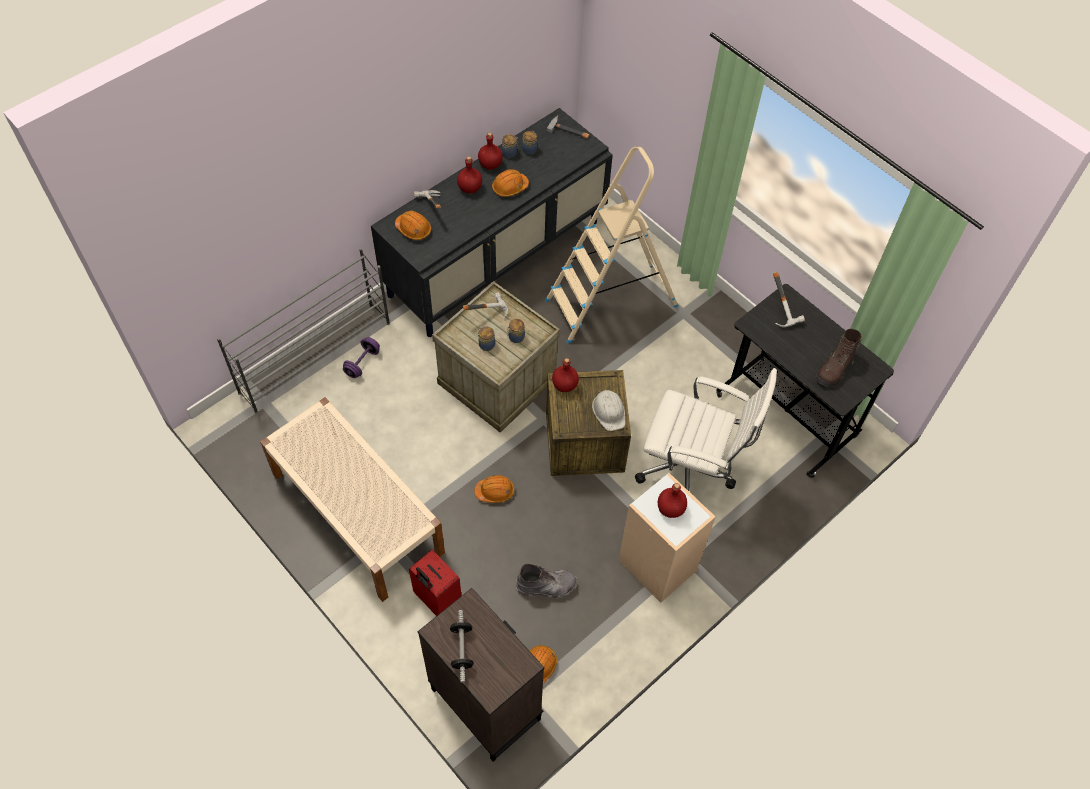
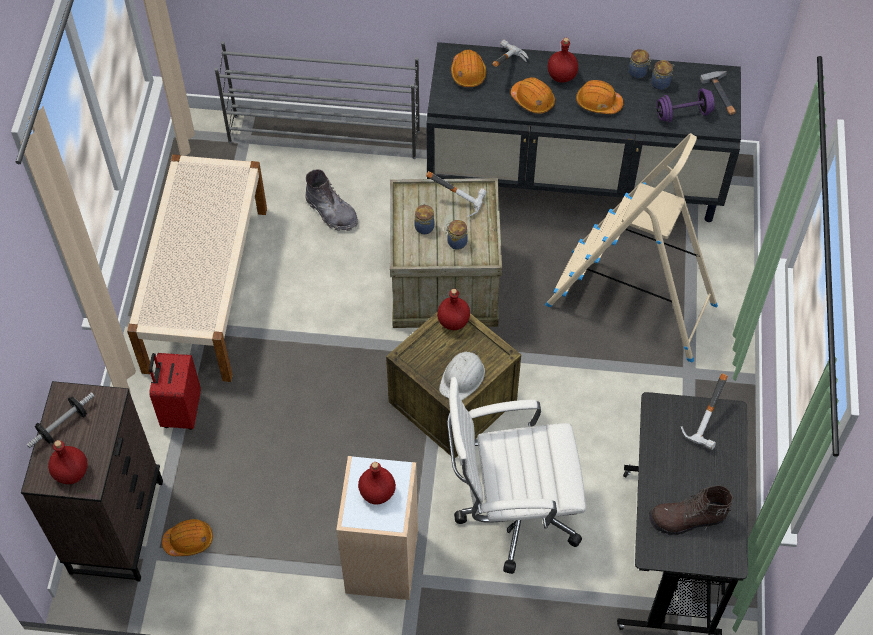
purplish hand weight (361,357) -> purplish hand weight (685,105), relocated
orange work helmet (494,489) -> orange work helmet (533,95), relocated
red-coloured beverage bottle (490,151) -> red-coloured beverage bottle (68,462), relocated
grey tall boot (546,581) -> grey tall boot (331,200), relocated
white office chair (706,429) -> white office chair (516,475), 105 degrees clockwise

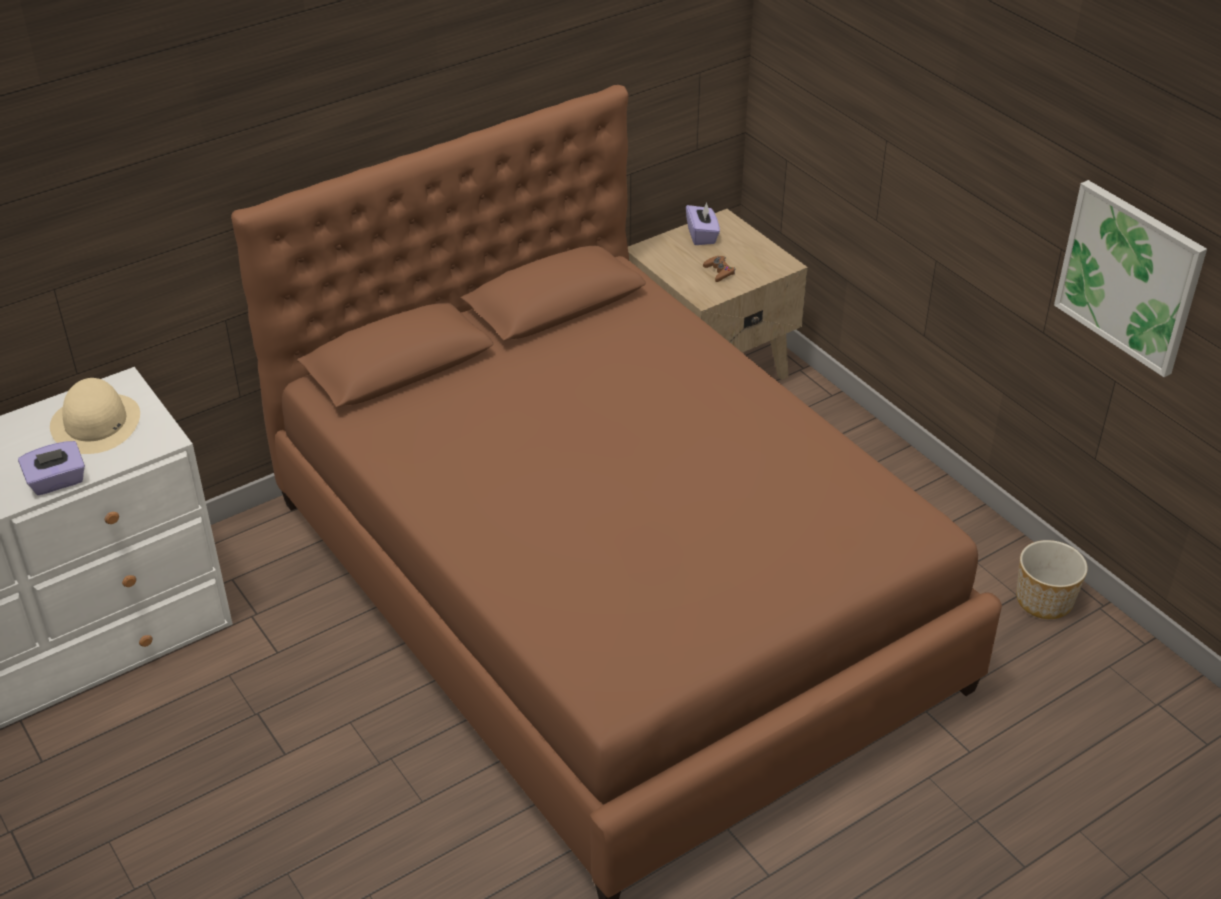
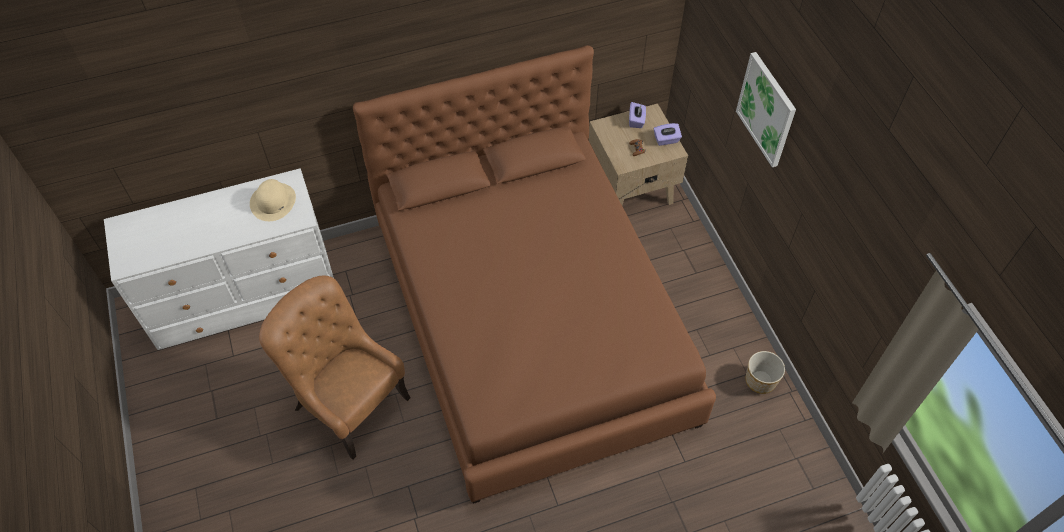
purplish box of tissues (51,468) -> purplish box of tissues (668,134), relocated
wall picture (1130,278) -> wall picture (766,109), relocated
none -> brown-coloured chair (334,368)

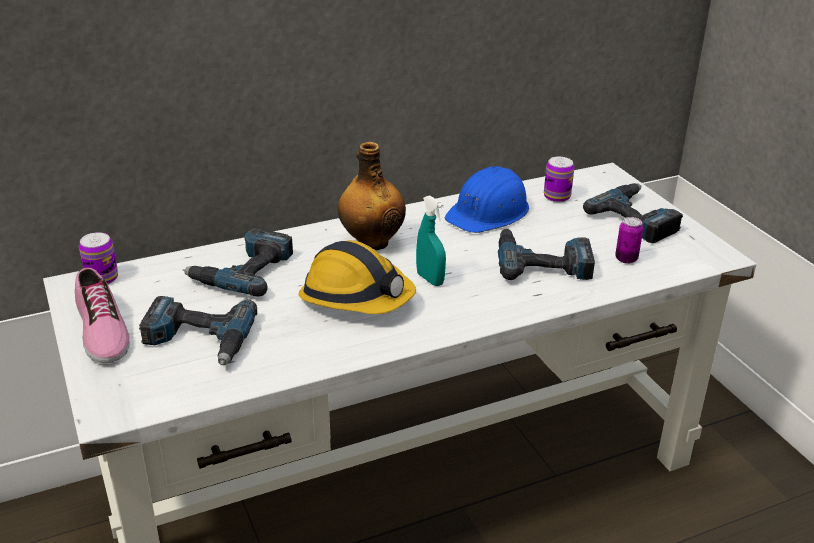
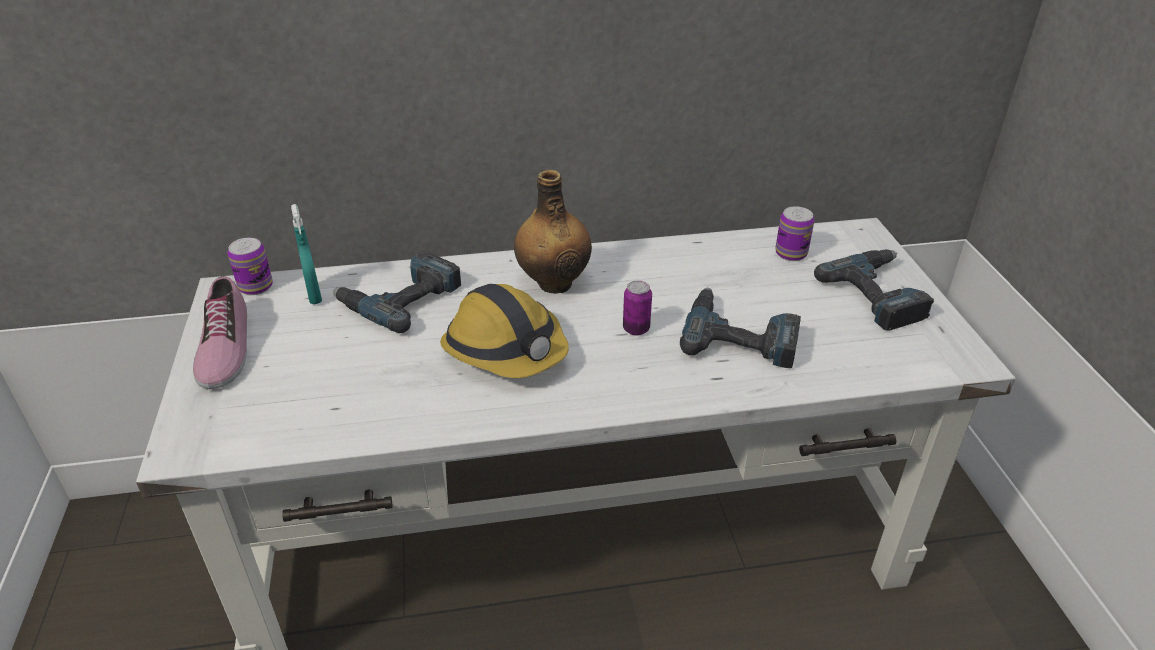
power drill (198,330) -> none
turquoise spray bottle (431,240) -> turquoise spray bottle (306,254), relocated
blue work helmet (487,199) -> none
metal can (629,240) -> metal can (637,308), relocated

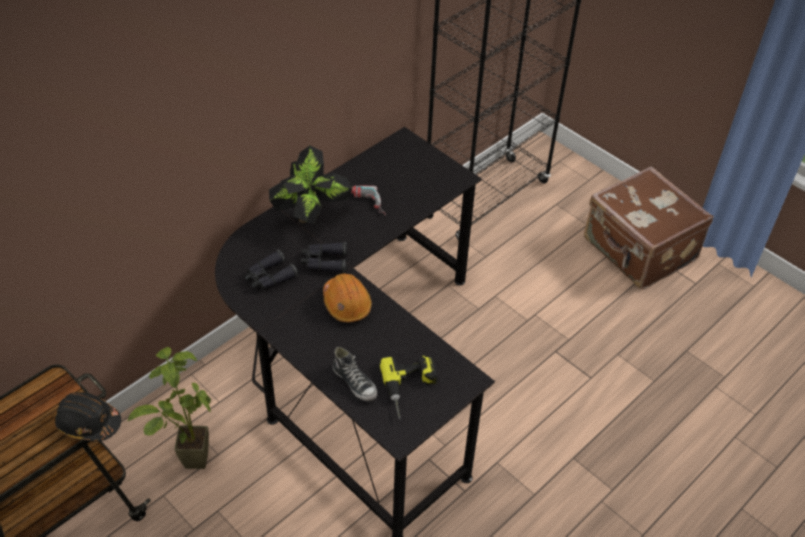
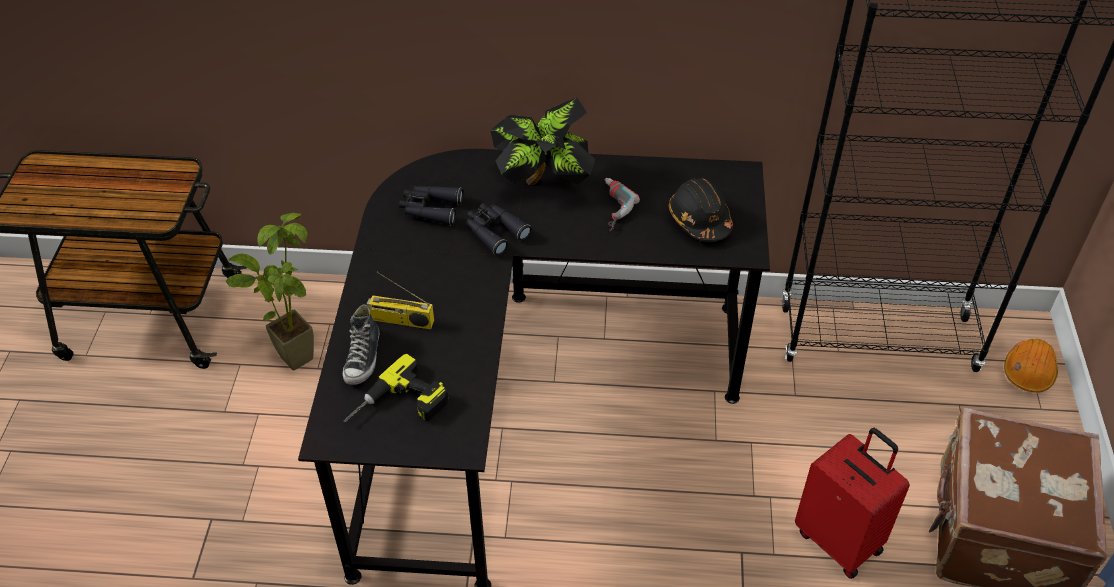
black-coloured work helmet (87,417) -> black-coloured work helmet (701,210), relocated
orange work helmet (347,297) -> orange work helmet (1031,366), relocated
none -> radio (400,300)
none -> red-coloured travel case (852,503)

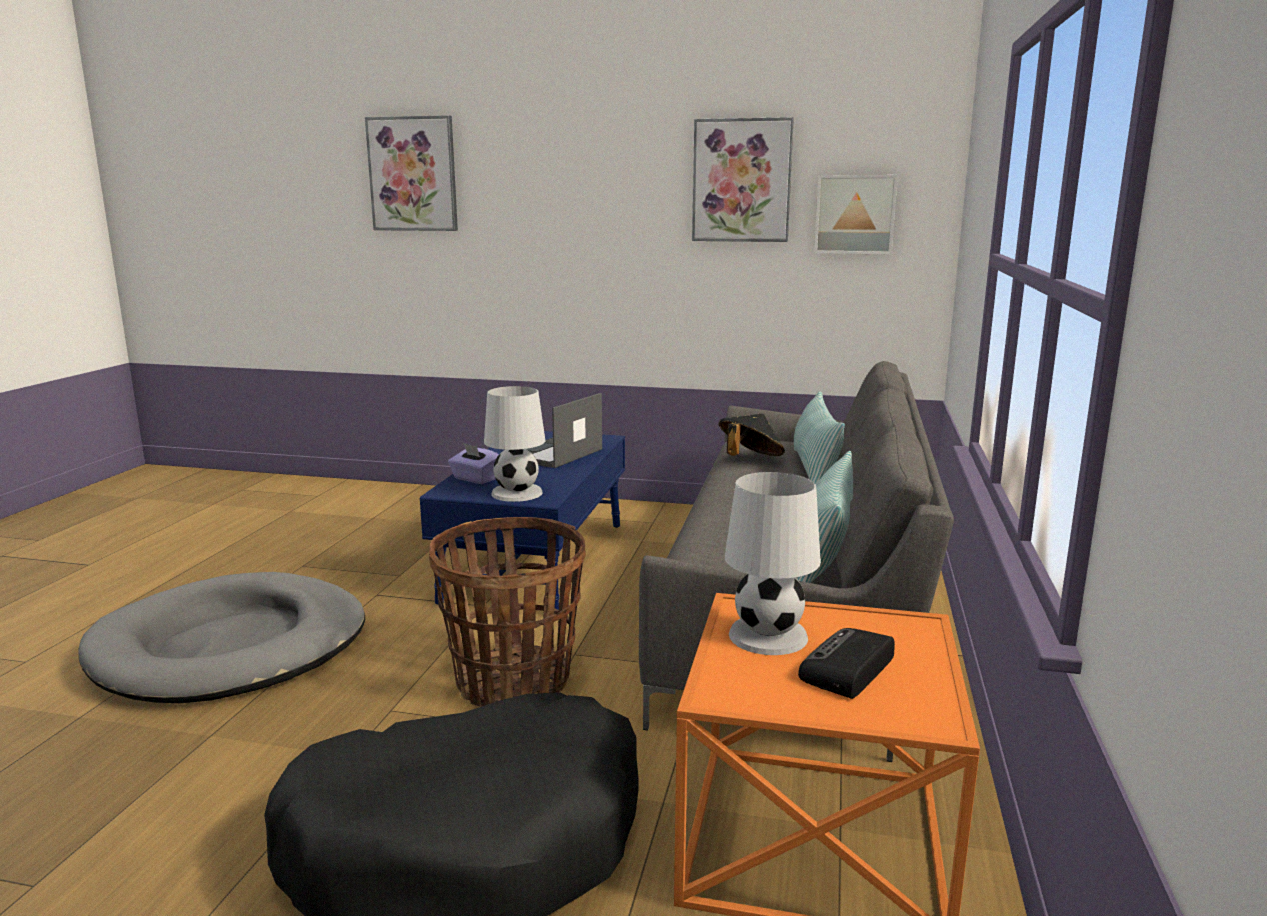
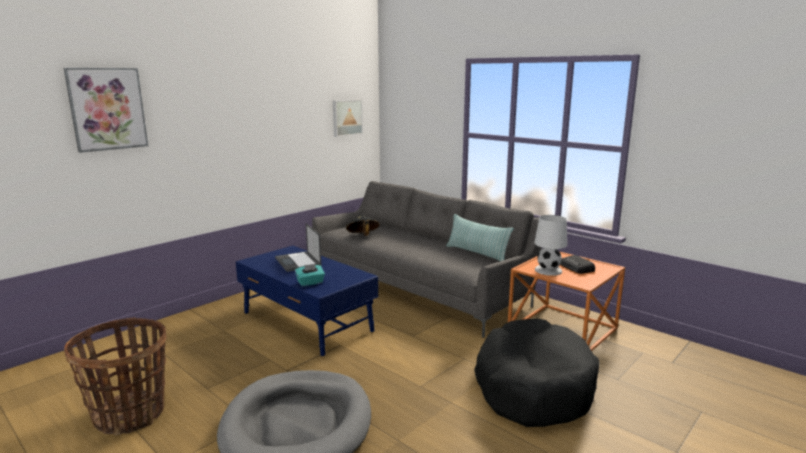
basket (507,612) -> basket (115,376), relocated
purplish box of tissues (473,463) -> turquoise box of tissues (310,275)
white table lamp (514,444) -> none
wall picture (743,179) -> none
pillow (819,437) -> none

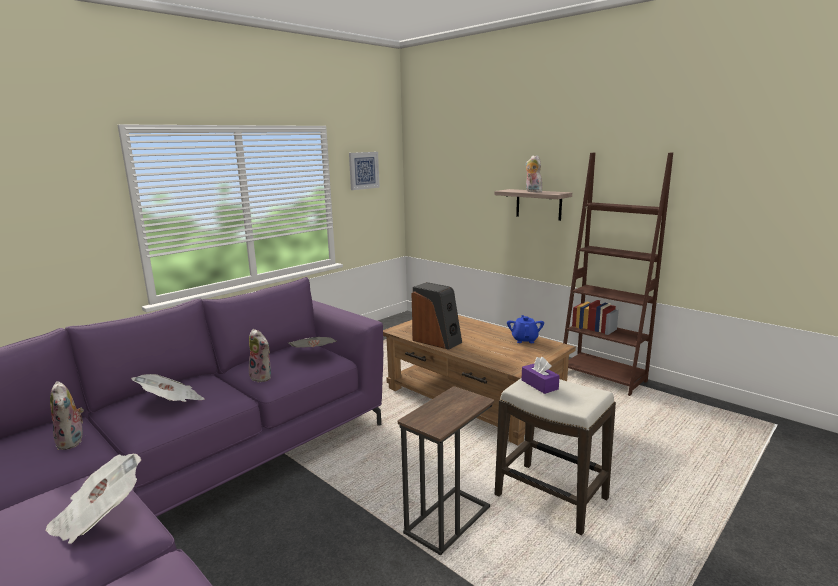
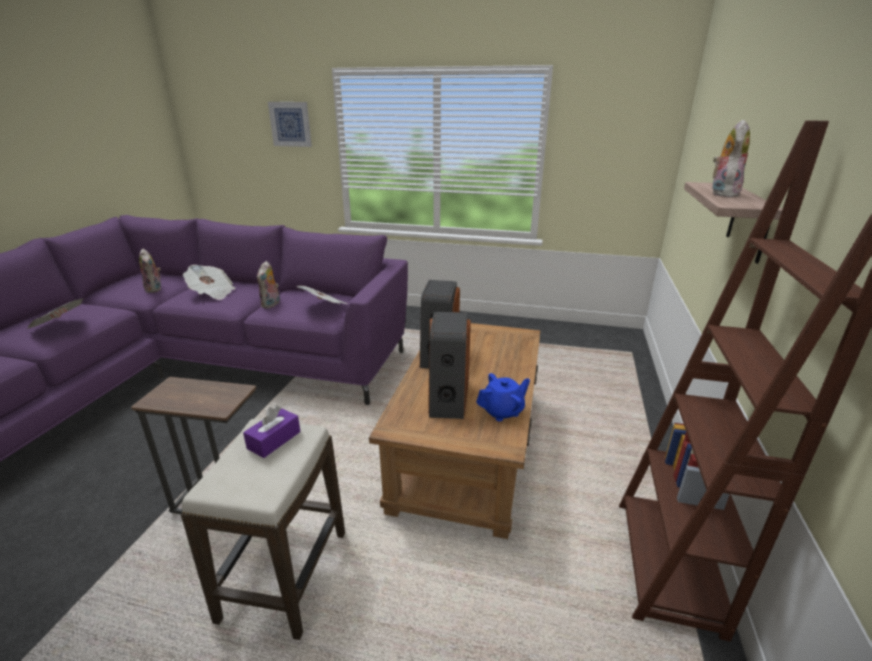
cuddly toy (67,415) -> cuddly toy (150,271), 60 degrees counterclockwise
wall picture (364,171) -> wall picture (290,124), relocated
none -> loudspeaker (449,365)

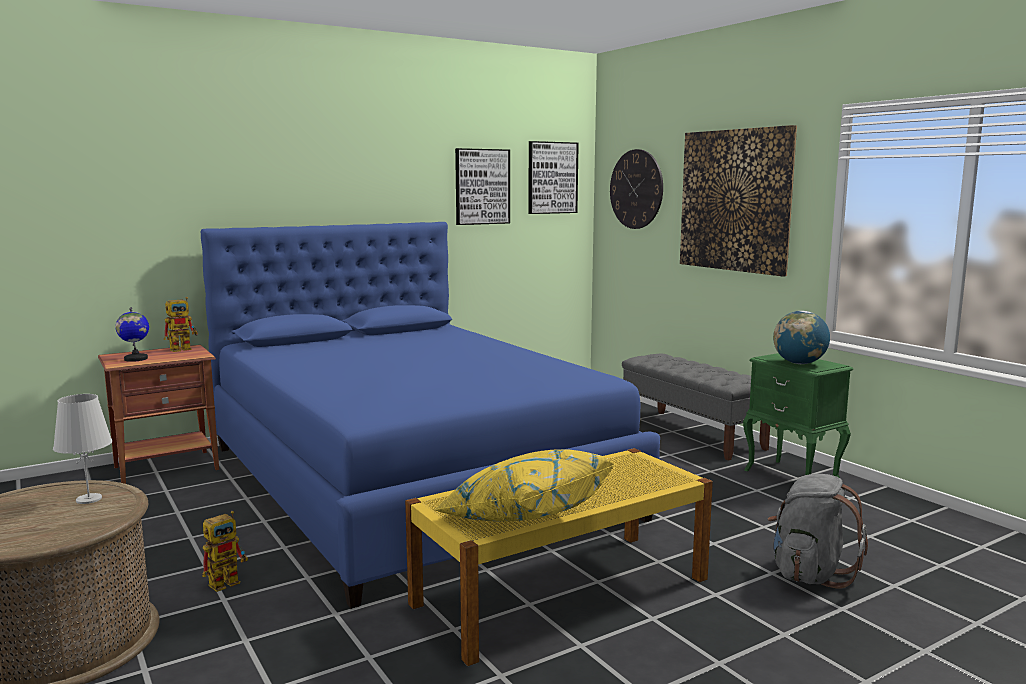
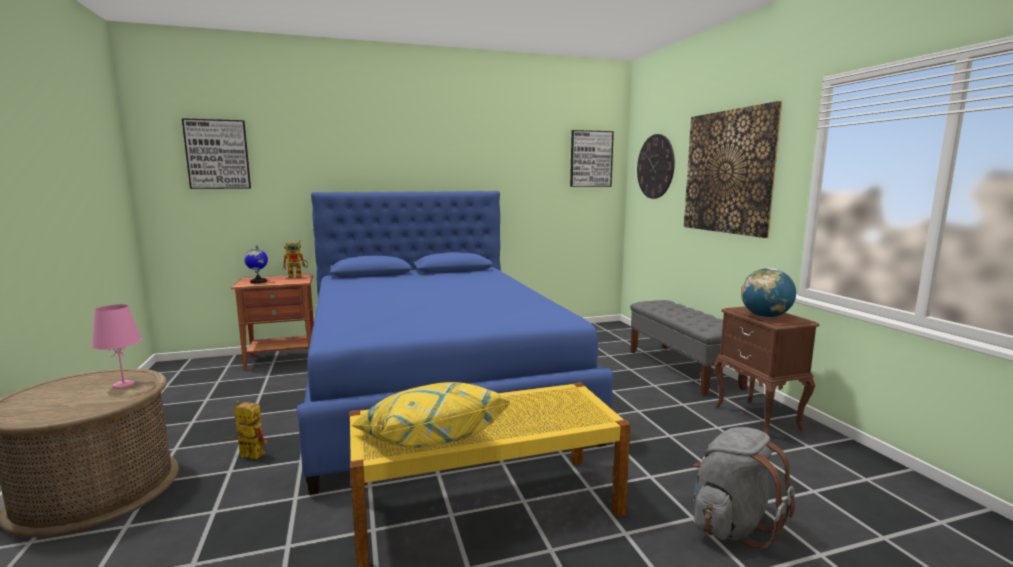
white table lamp (82,449) -> pink table lamp (117,346)
toy robot (225,551) -> toy robot (246,430), 135 degrees counterclockwise
wall picture (482,186) -> wall picture (216,153), relocated
greenish night table (798,415) -> brown-coloured night table (767,370)

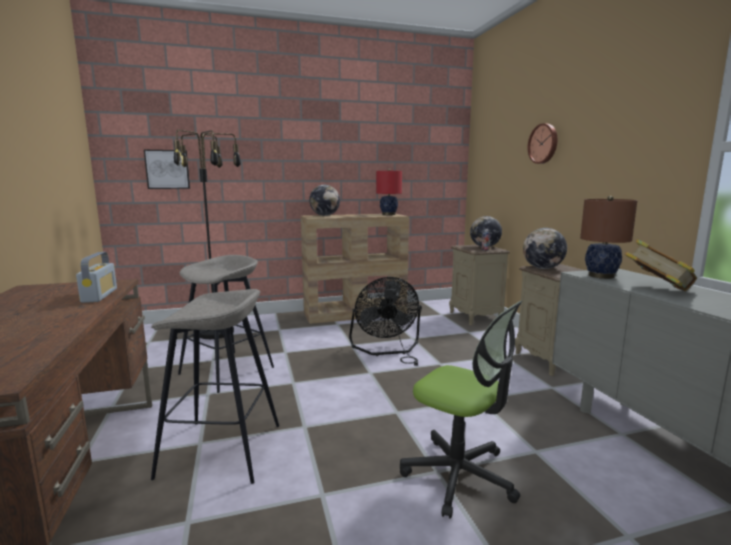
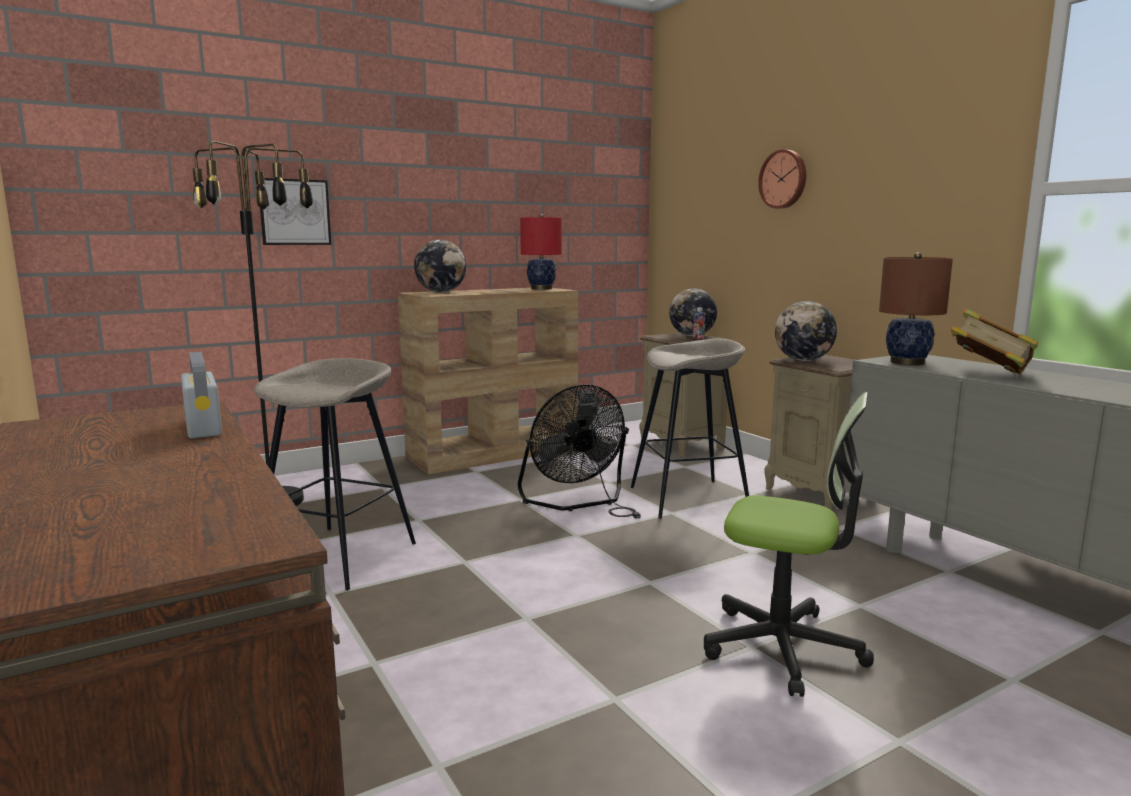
wall picture (167,169) -> wall picture (295,211), relocated
grey stool seat (215,386) -> grey stool seat (690,429), relocated

